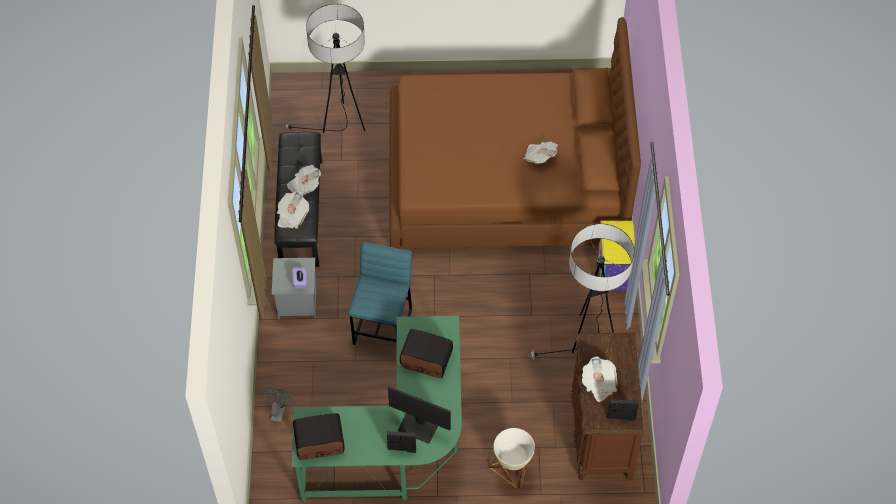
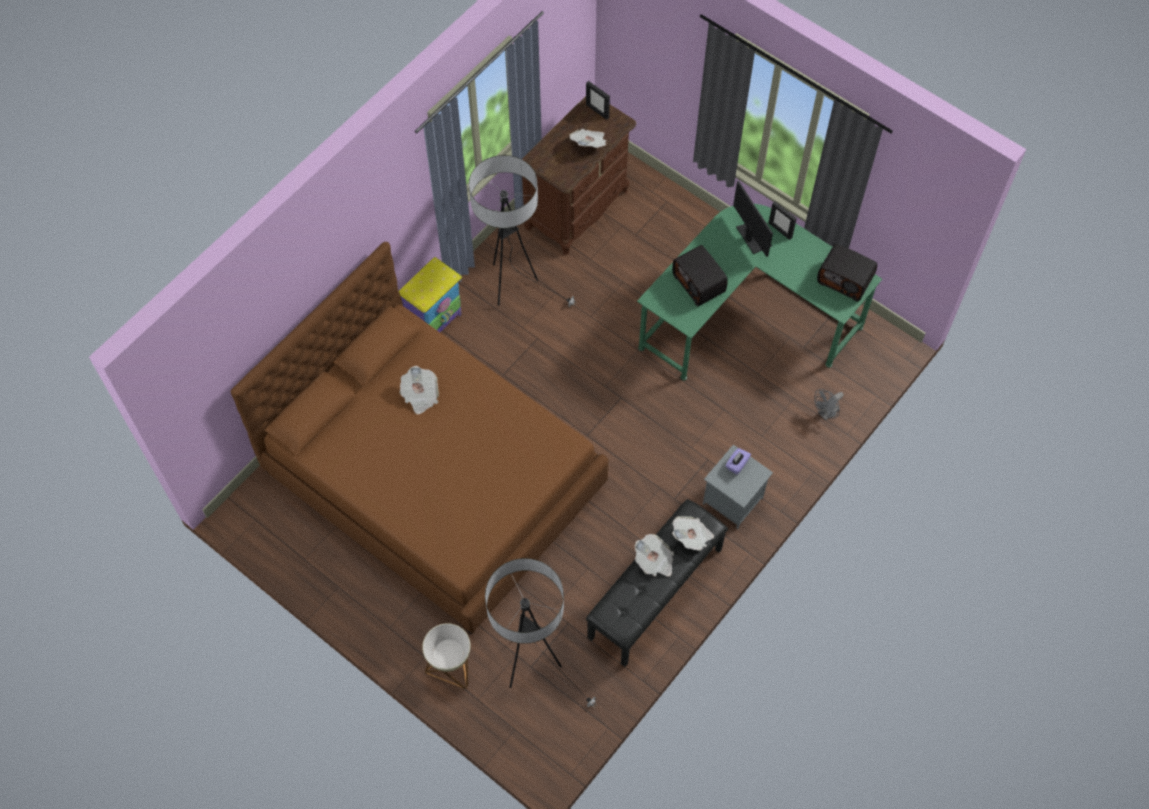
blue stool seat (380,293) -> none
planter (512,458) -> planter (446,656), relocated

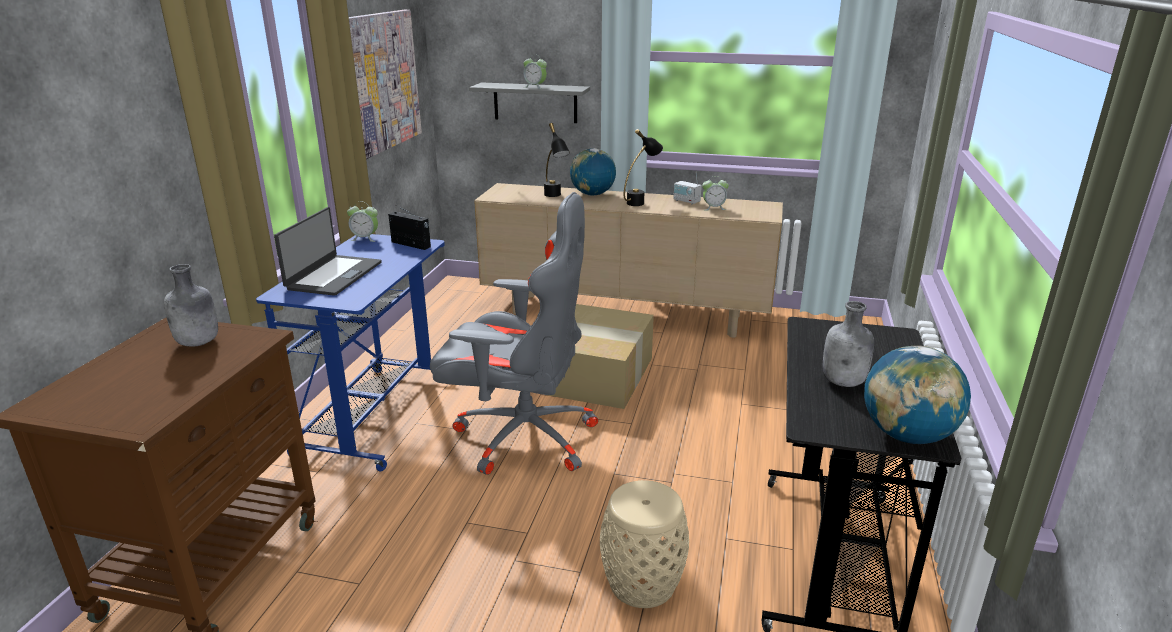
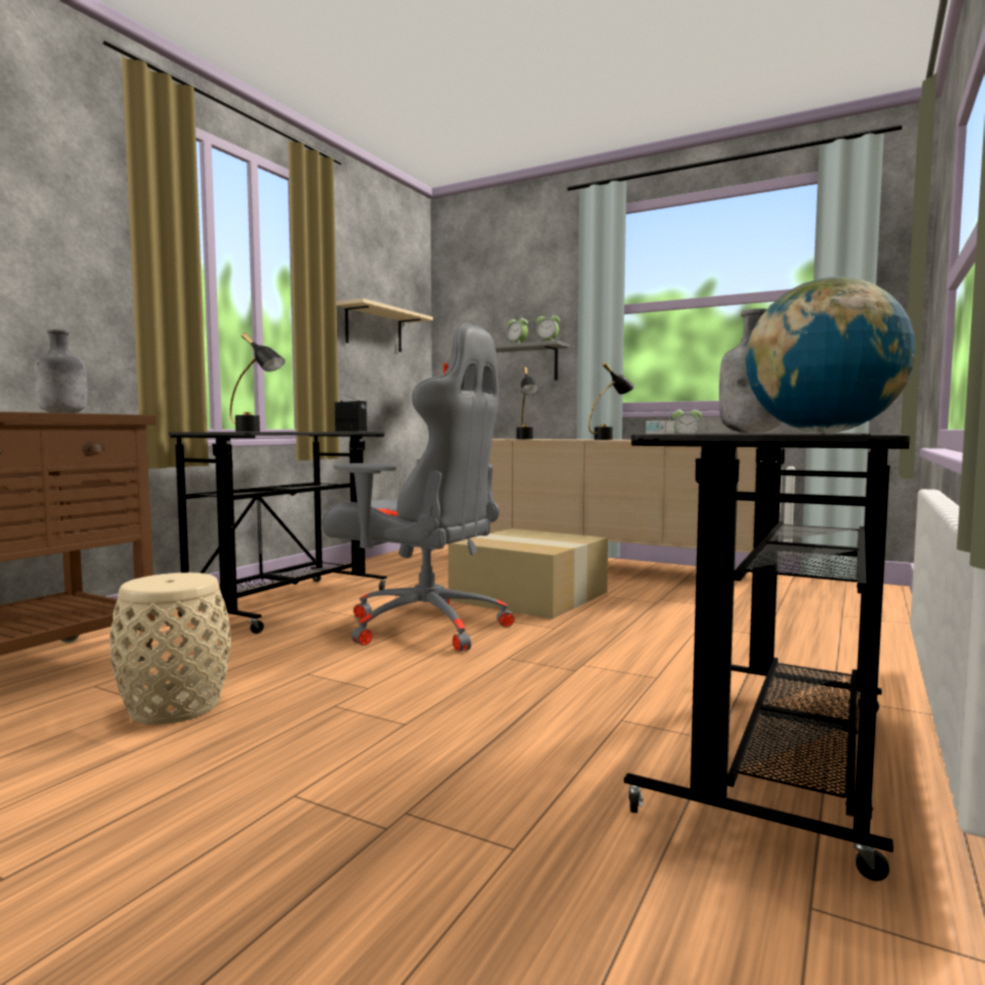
blue desk (350,352) -> black-coloured desk (278,533)
laptop (328,251) -> black-coloured table lamp (257,382)
alarm clock (362,222) -> alarm clock (548,327), relocated
wall picture (385,84) -> beige-coloured shelf (384,325)
world globe (593,172) -> none
beige-coloured stool seat (644,544) -> beige-coloured stool seat (170,648), relocated

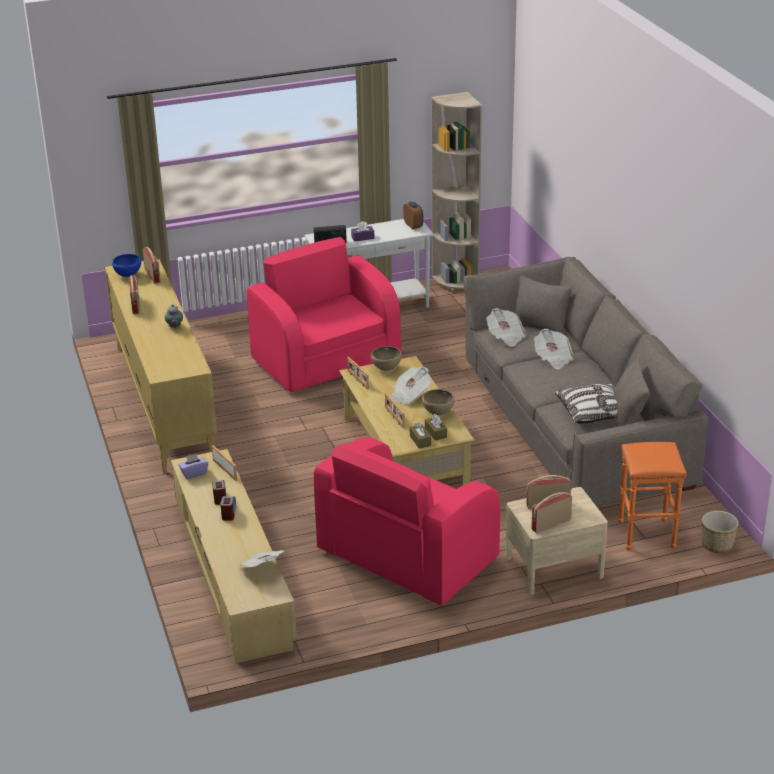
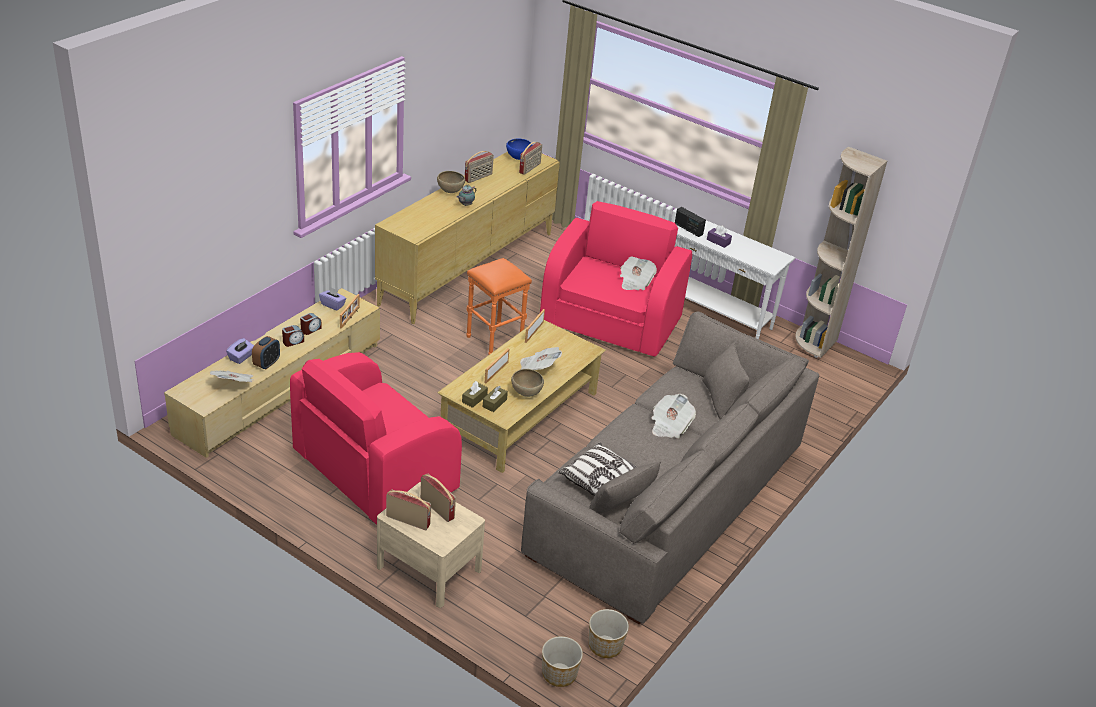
pink armchair (407,521) -> pink armchair (376,438), 45 degrees counterclockwise
brown-coloured serving bowl (386,358) -> brown-coloured serving bowl (451,182), relocated
alarm clock (413,216) -> alarm clock (266,352), relocated
newspaper (506,327) -> newspaper (638,273), relocated
orange stool seat (652,496) -> orange stool seat (499,306), relocated
none -> purplish box of tissues (240,351)
none -> planter (609,633)

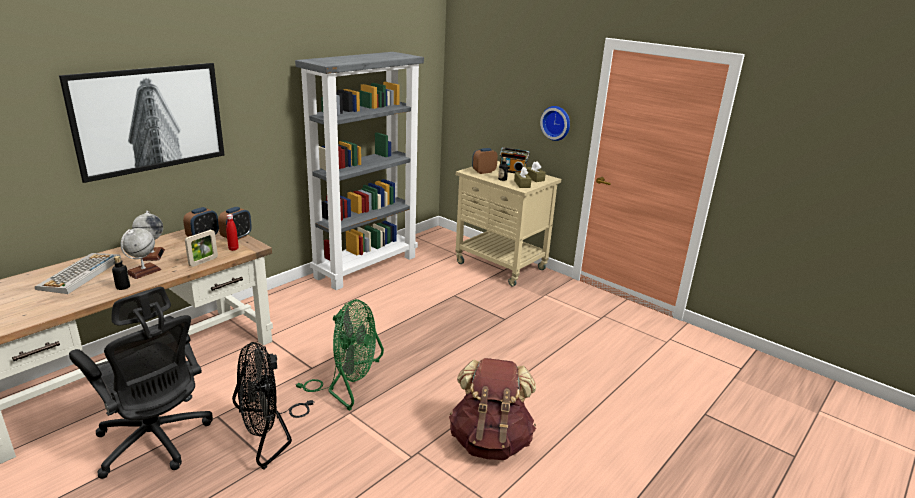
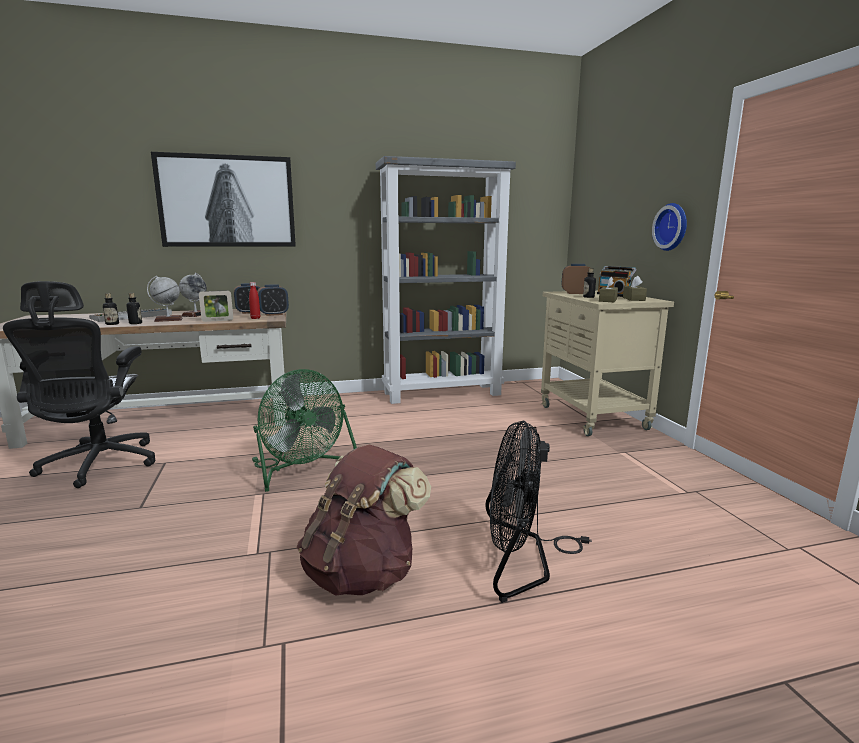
black-coloured cooling fan (273,406) -> black-coloured cooling fan (538,512), relocated
none -> beverage bottle (111,309)

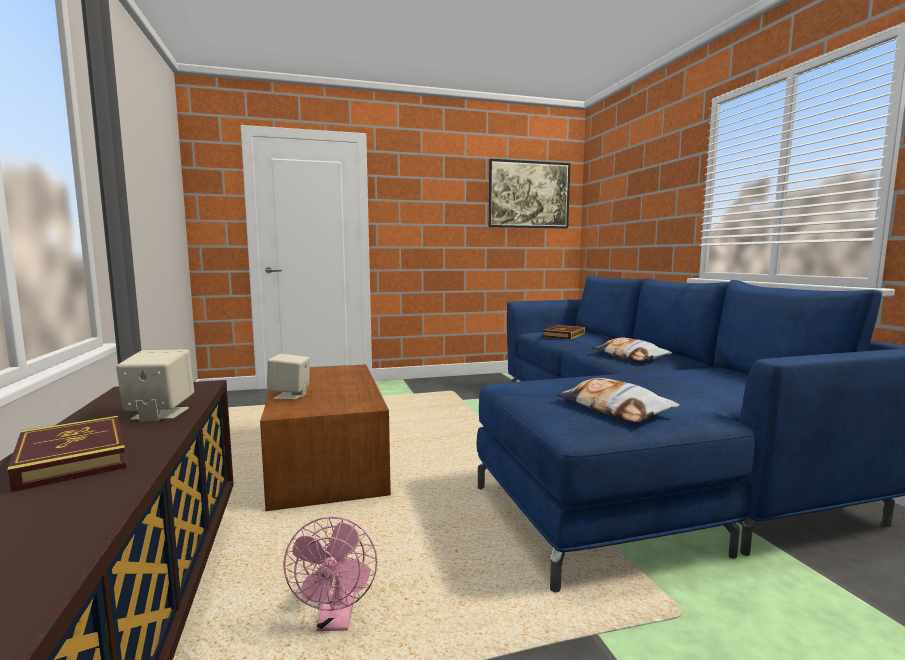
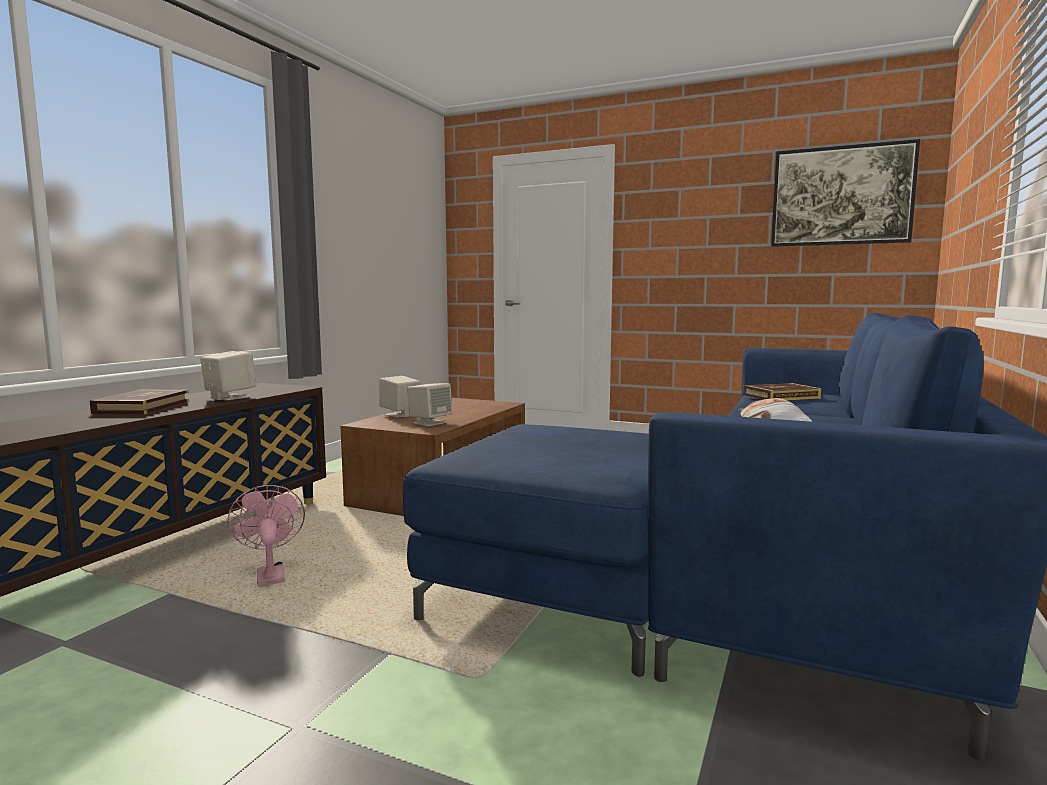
pink cooling fan (330,573) -> pink cooling fan (266,535), 120 degrees clockwise
pillow (618,400) -> none
none -> beige-coloured loudspeaker (430,404)

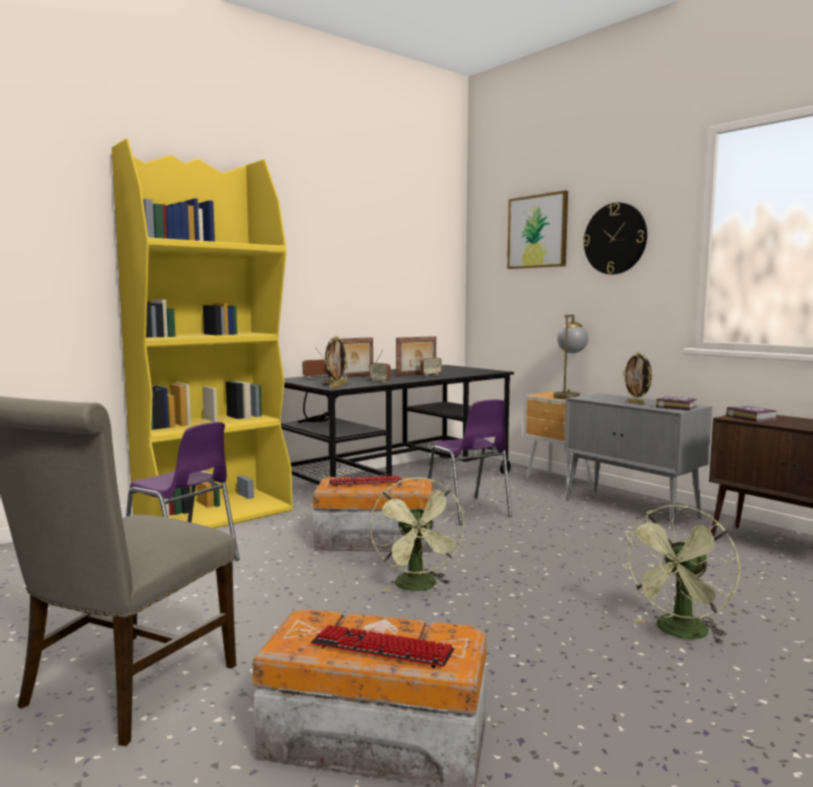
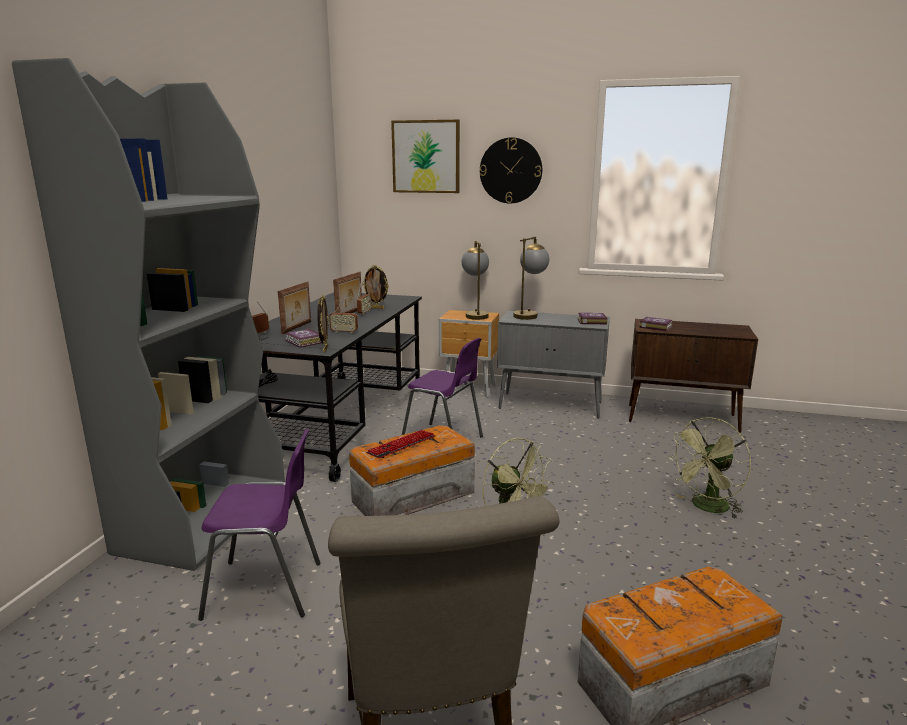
yellow bookcase (202,333) -> grey bookcase (148,314)
PC keyboard (383,646) -> none
greenish cooling fan (680,575) -> greenish cooling fan (709,468), 45 degrees clockwise
photo frame (637,378) -> photo frame (375,287), relocated
none -> table lamp (531,278)

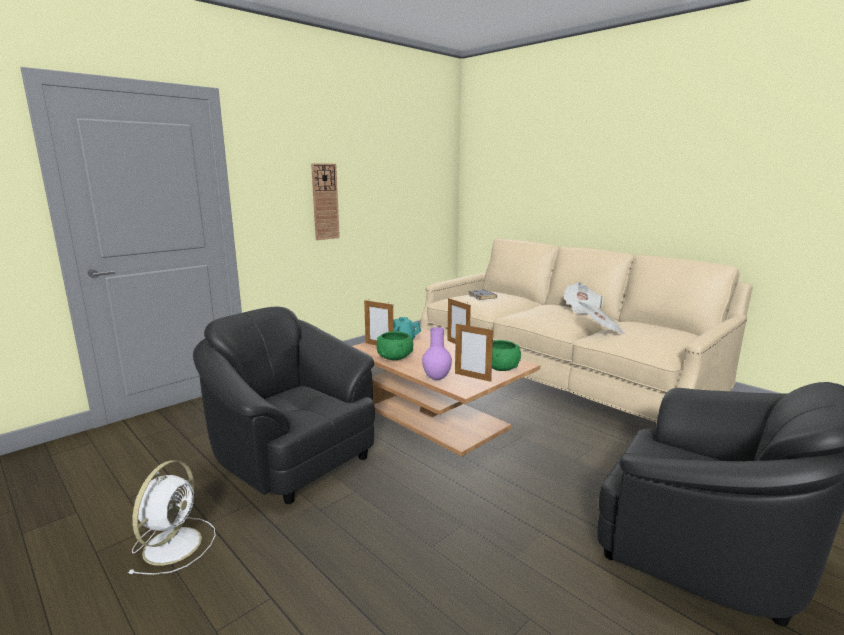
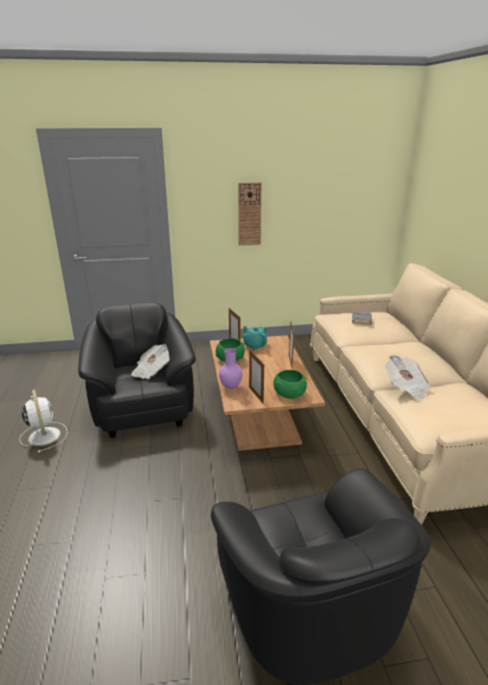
white cooling fan (172,517) -> white cooling fan (43,421), 75 degrees counterclockwise
newspaper (583,298) -> newspaper (150,361), relocated

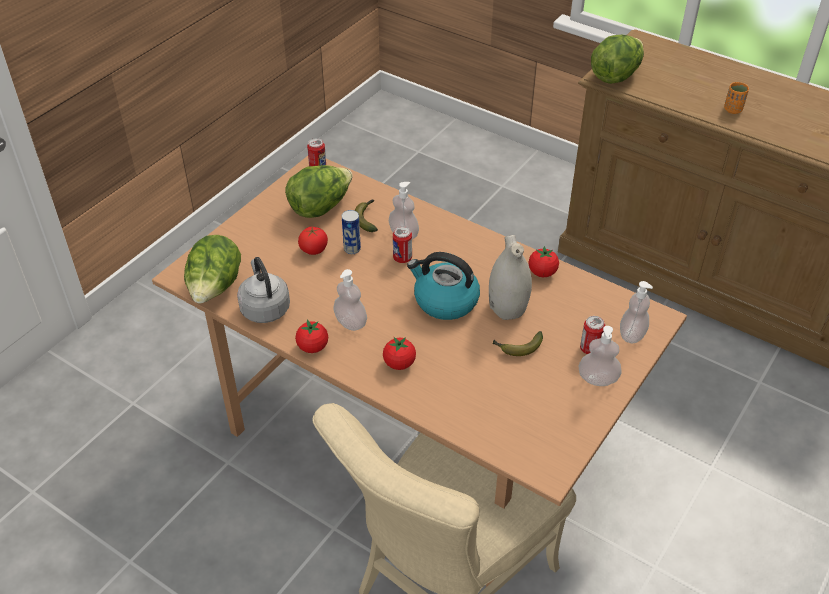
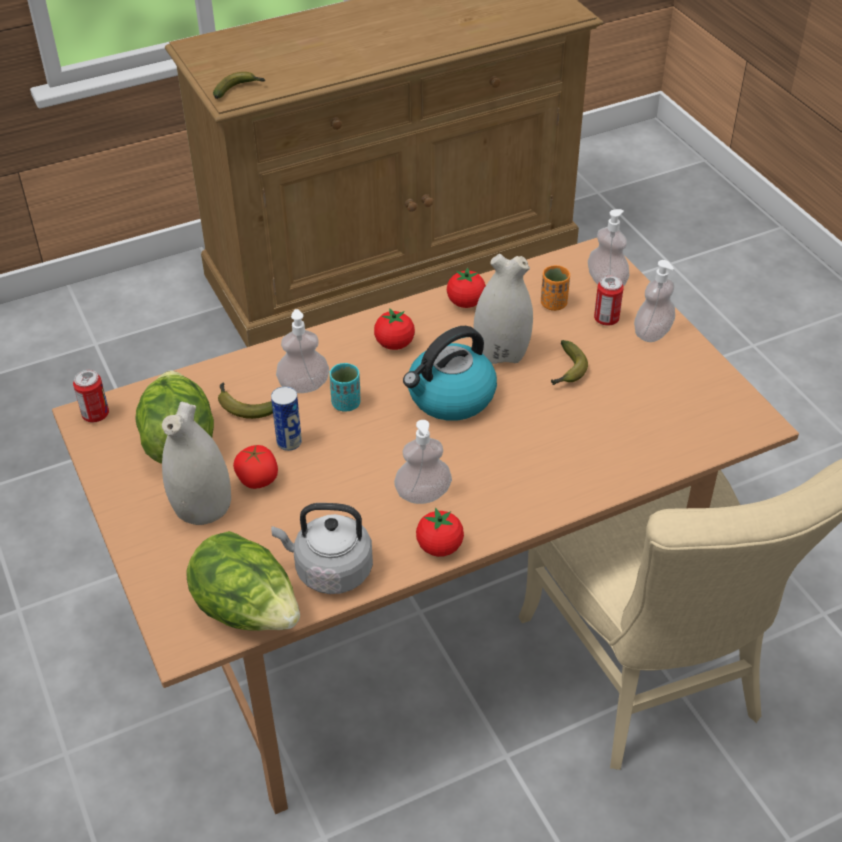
whole tomato (399,353) -> whole tomato (394,329), relocated
metal can (402,244) -> turquoise cup (345,387)
lettuce head (617,59) -> whole banana (239,85)
orange cup (736,98) -> orange cup (555,288), relocated
none -> white flower vase (196,463)

